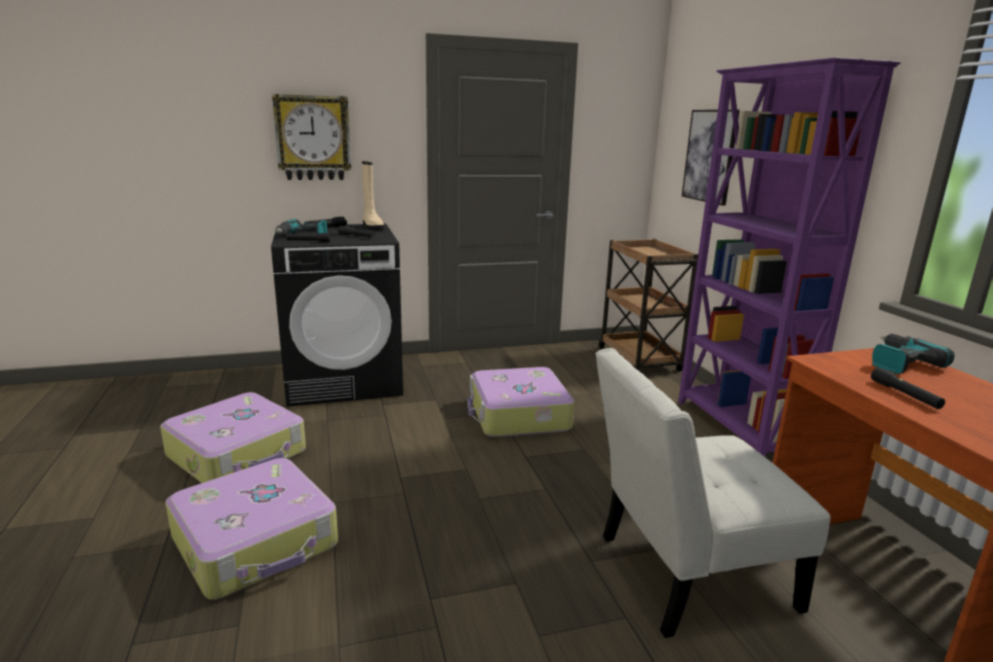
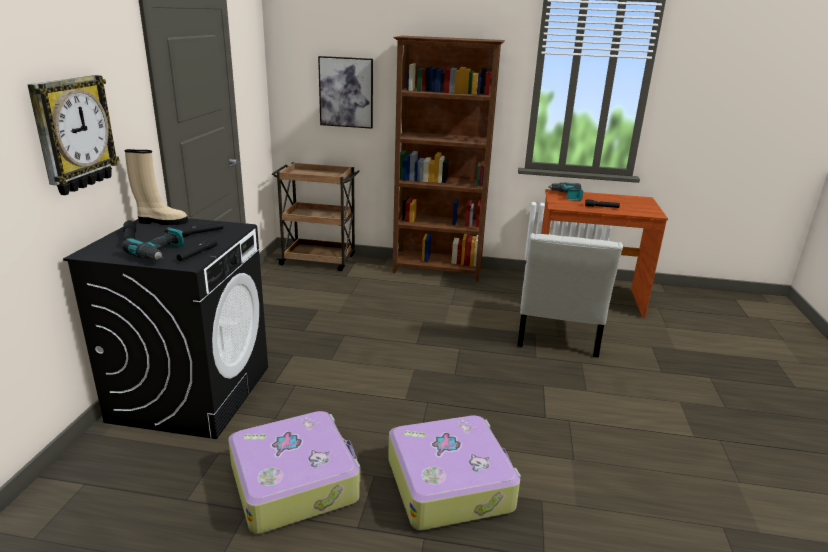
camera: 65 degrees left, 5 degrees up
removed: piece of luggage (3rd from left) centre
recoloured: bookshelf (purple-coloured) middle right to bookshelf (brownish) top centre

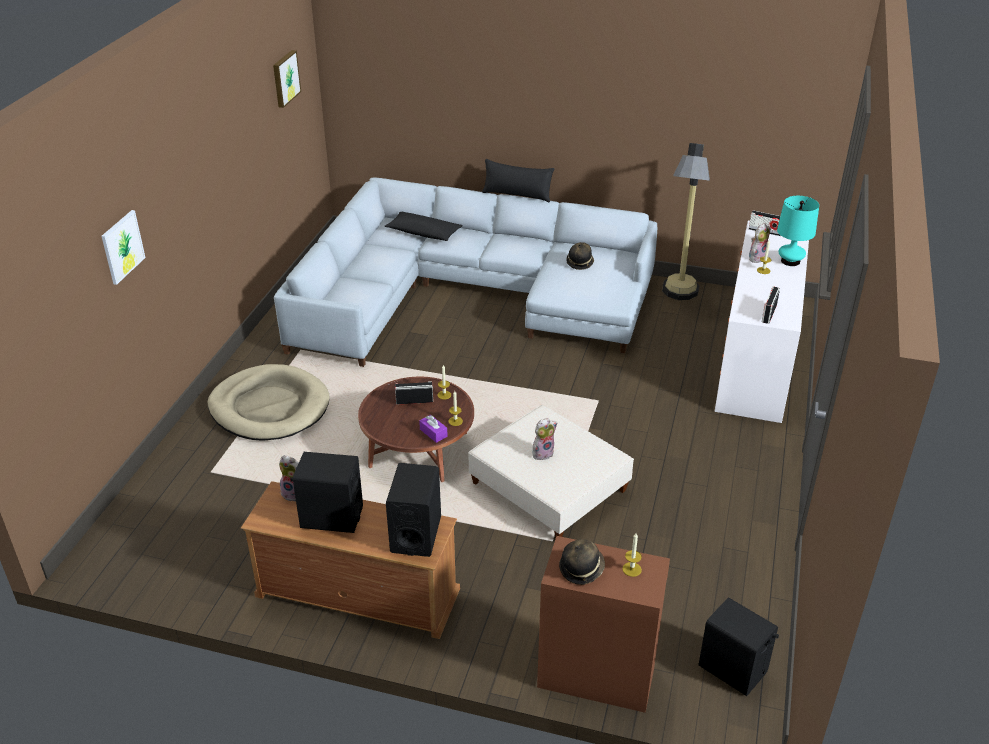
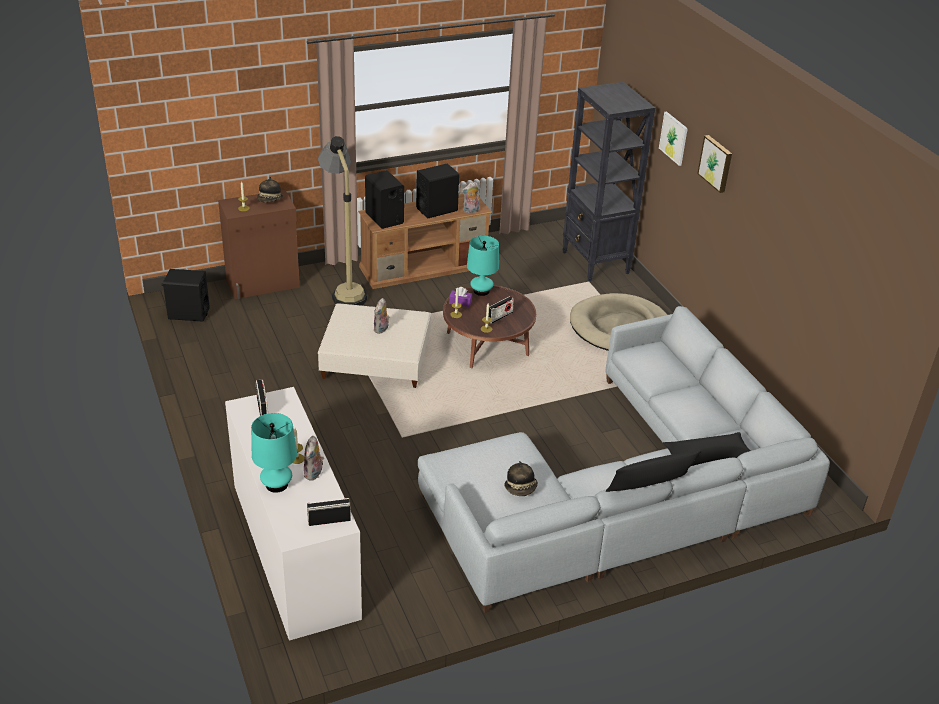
camera: 140 degrees right, 0 degrees up
added: table lamp (blue-green) (2nd from left) centre; bookshelf (black) top centre
moved: wall picture (2nd from left) top left to top right; floor lamp top right to top centre

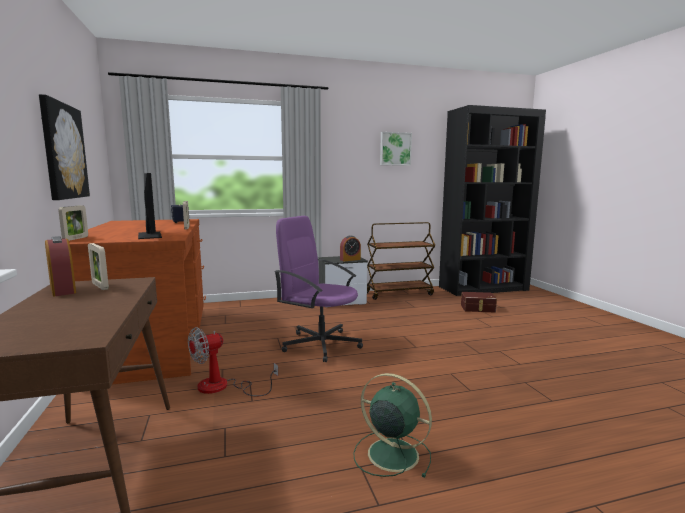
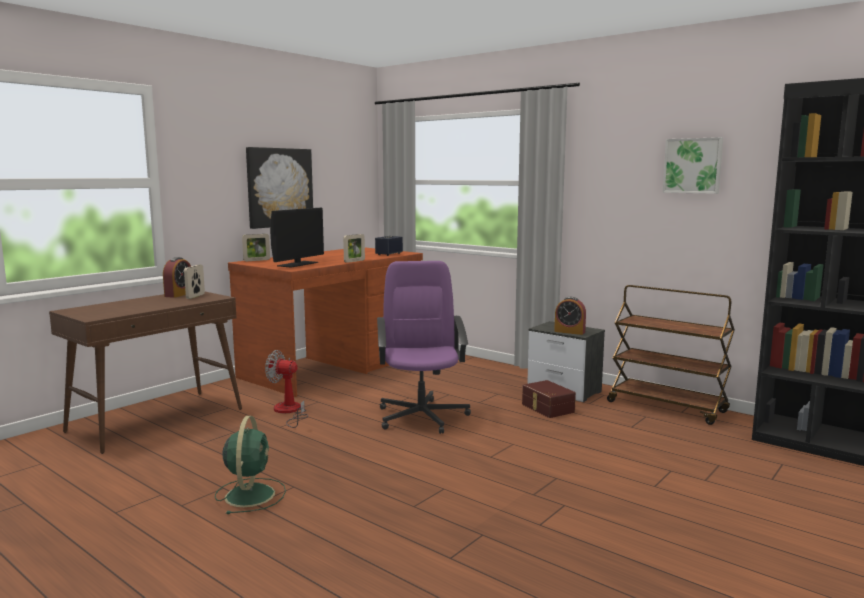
camera: 55 degrees right, 0 degrees up
moved: storage box (brownish) middle right to bottom centre

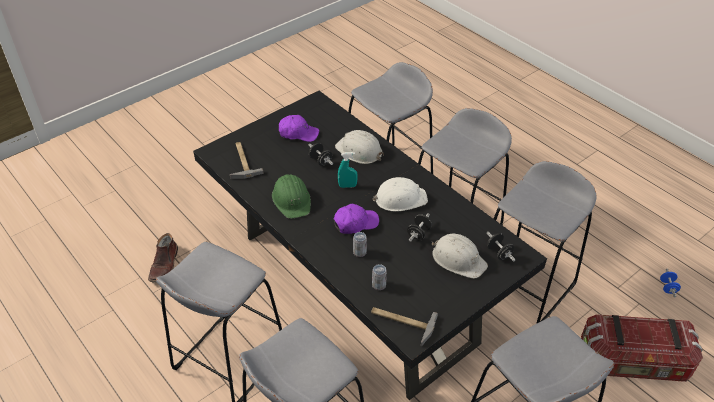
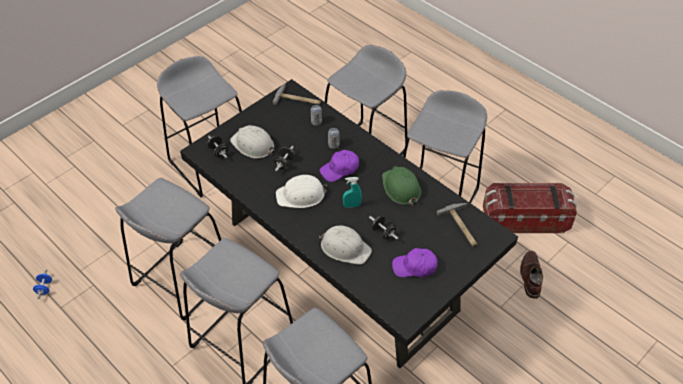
camera: 175 degrees right, 5 degrees up
moved: storage box bottom right to middle right

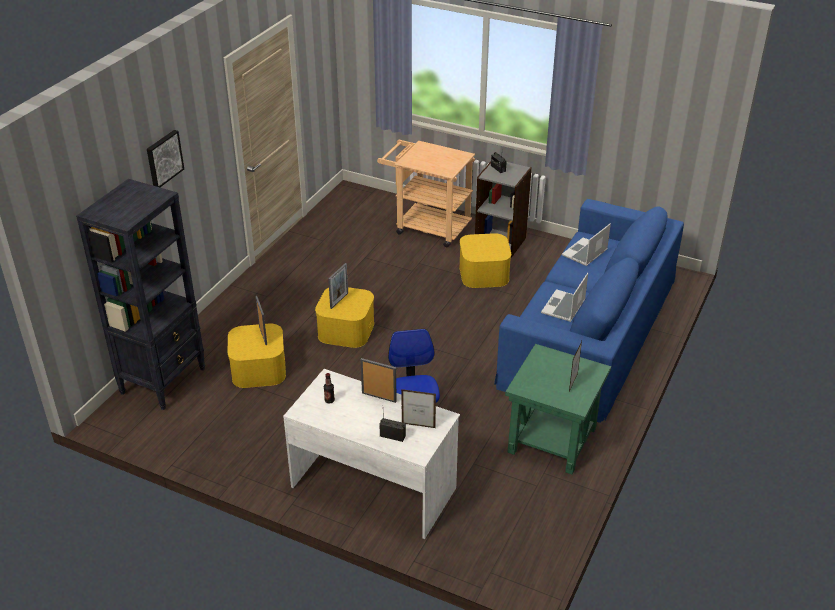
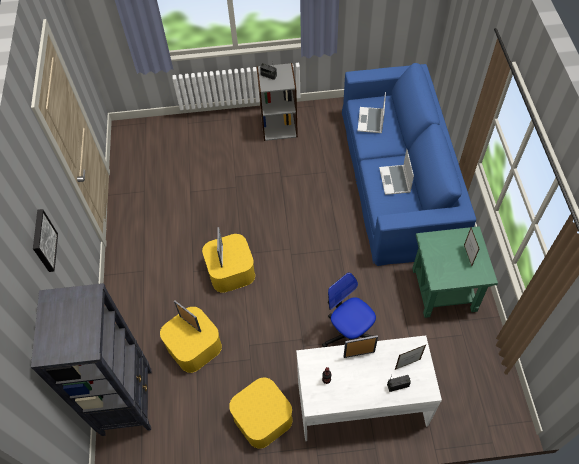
camera: 30 degrees left, 20 degrees up
removed: wheeled cart (sand-coloured) top centre
moved: storage box (yellow-coloured) (3rd from left) centre to bottom centre

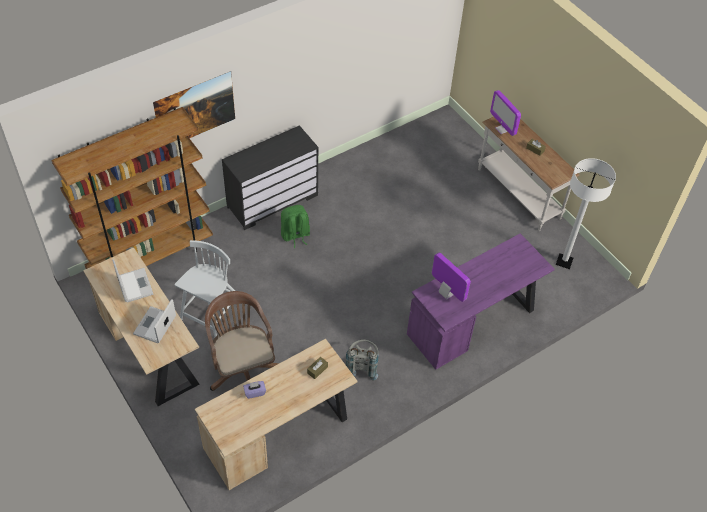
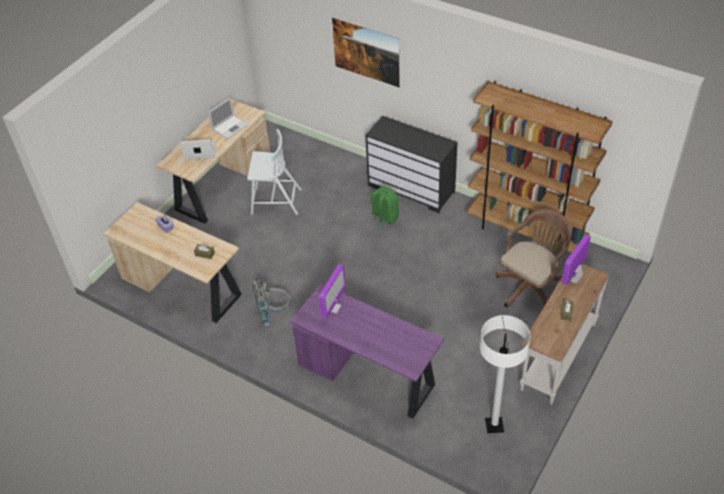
camera: 70 degrees right, 5 degrees down
moved: bookshelf (brownish) middle left to middle right; computer chair (brownish) centre to middle right

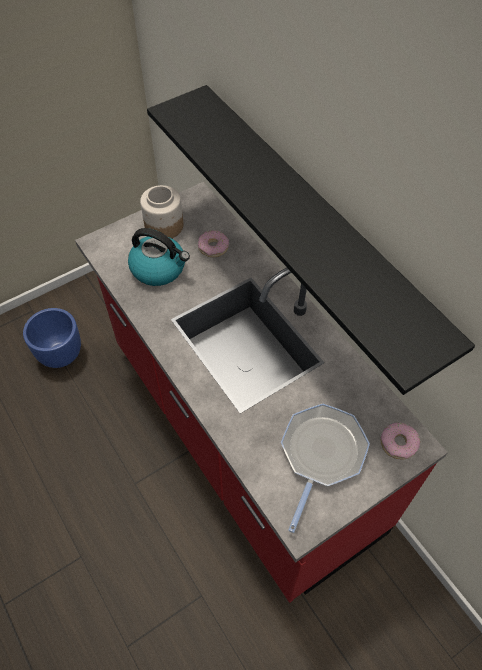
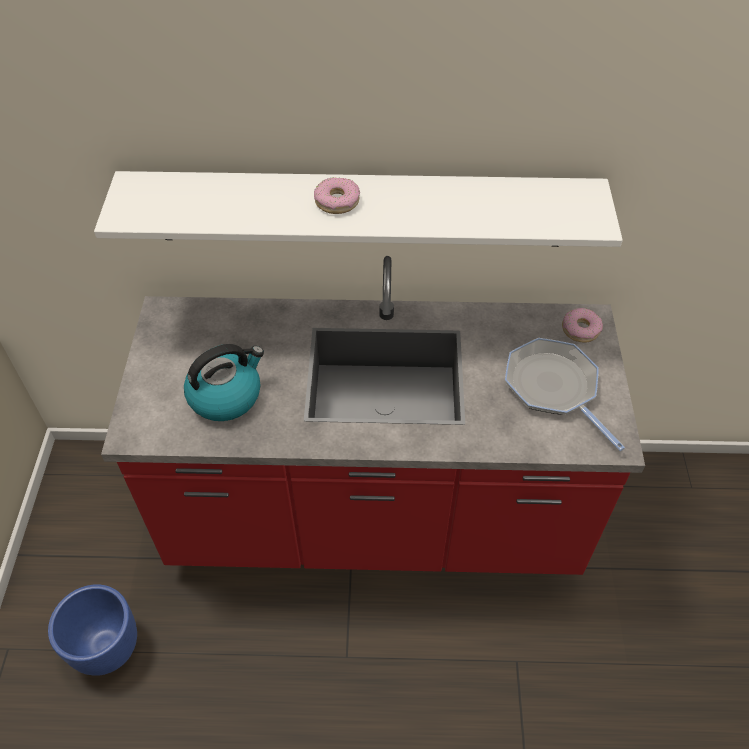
camera: 55 degrees left, 5 degrees down
removed: jar top centre
moved: donut (1st from left) centre to top centre
recoloured: bracket shelf (black) centre to bracket shelf (white-coloured) top centre

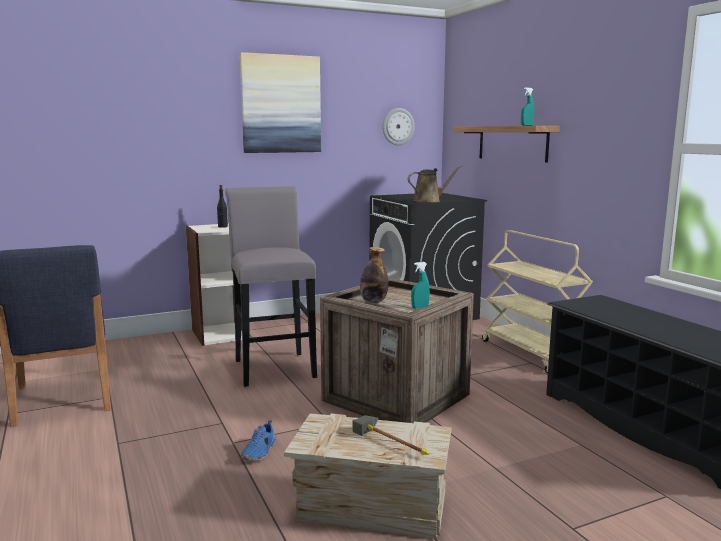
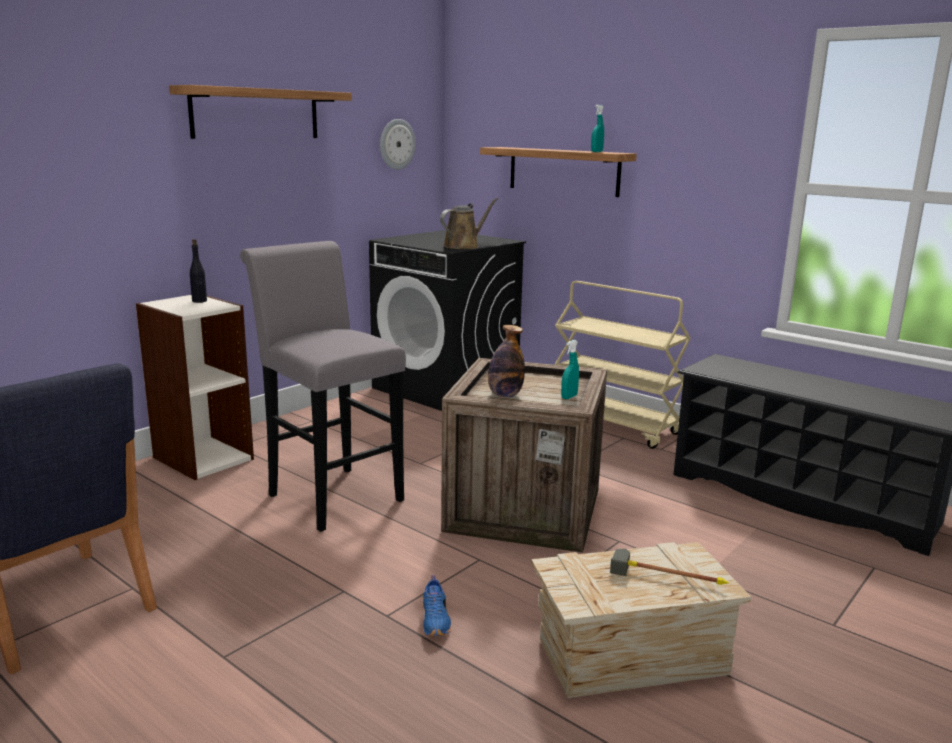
camera: 25 degrees left, 5 degrees up
replaced: wall picture top centre to bracket shelf (1st from left) top left

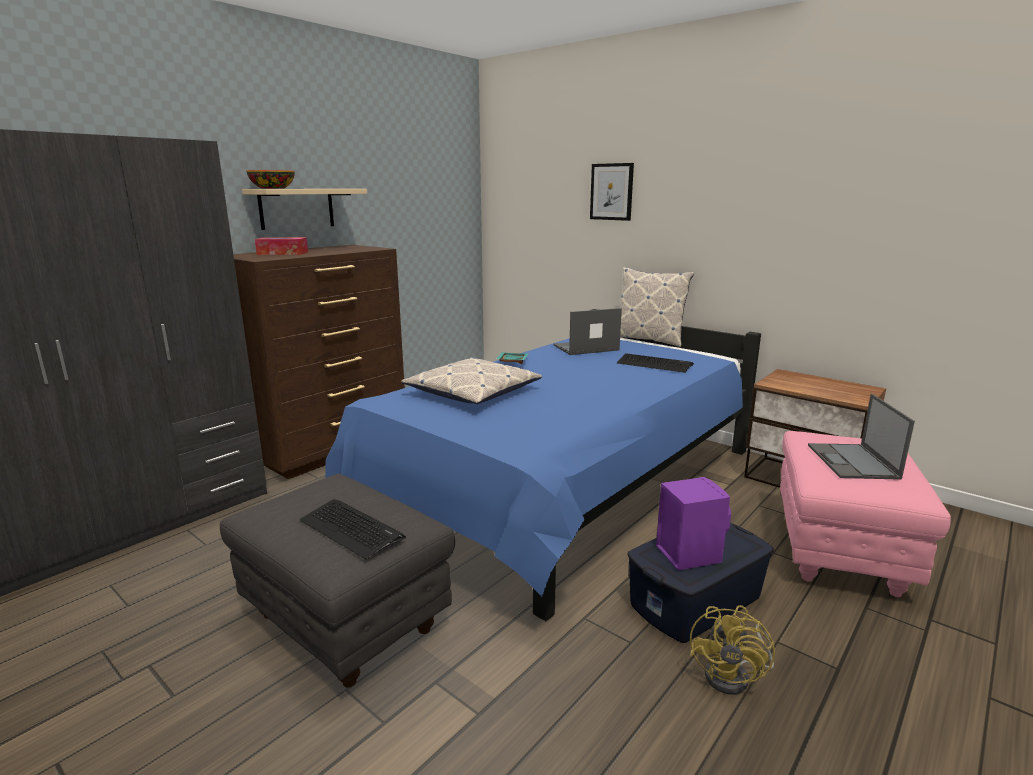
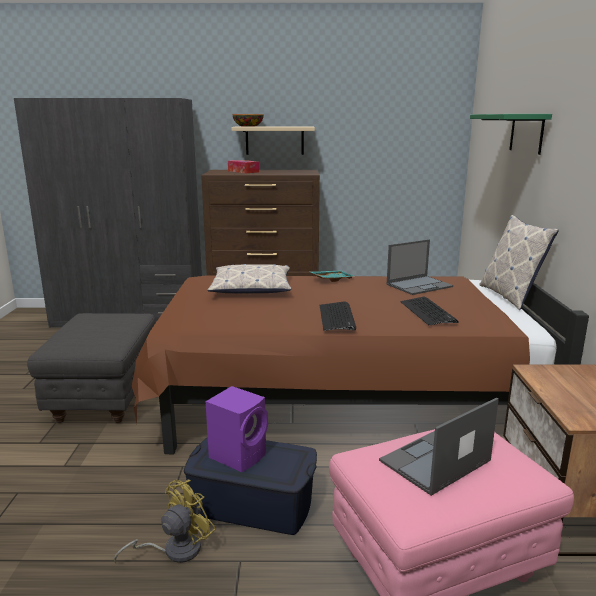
camera: 50 degrees right, 0 degrees up
moved: computer keyboard (1st from left) bottom centre to centre
replaced: wall picture top centre to bracket shelf (green) top right
recoloured: bed (blue-coloured) centre to bed (brownish) centre
turned: notebook computer (1st from left) centre = middle right 120 degrees clockwise; fan (yellow-coloured) bottom right = bottom left 150 degrees clockwise

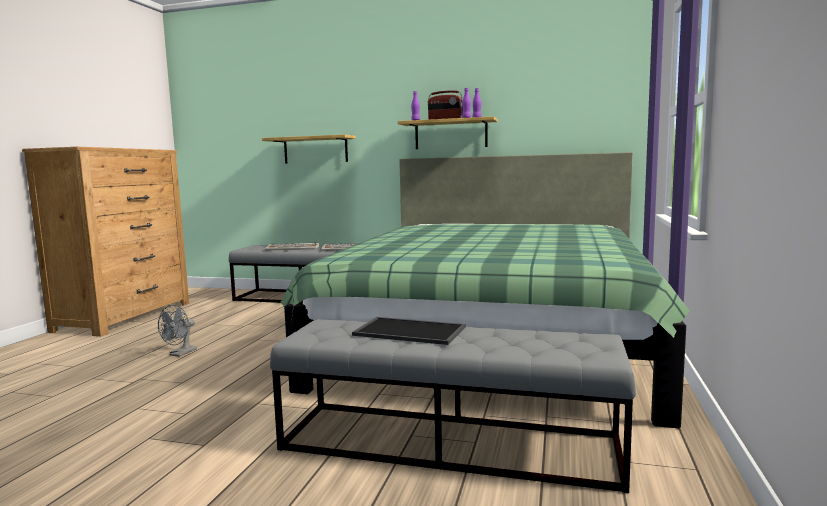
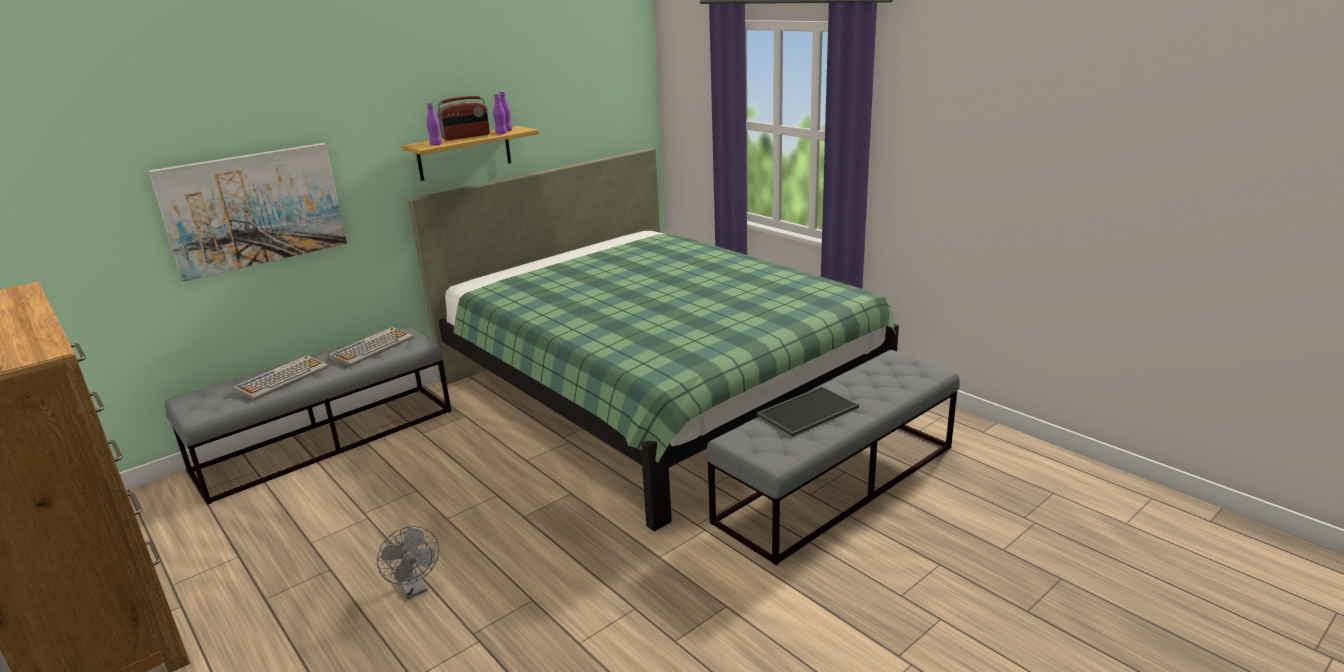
camera: 55 degrees left, 15 degrees up
replaced: bracket shelf (1st from left) top centre to wall picture top left

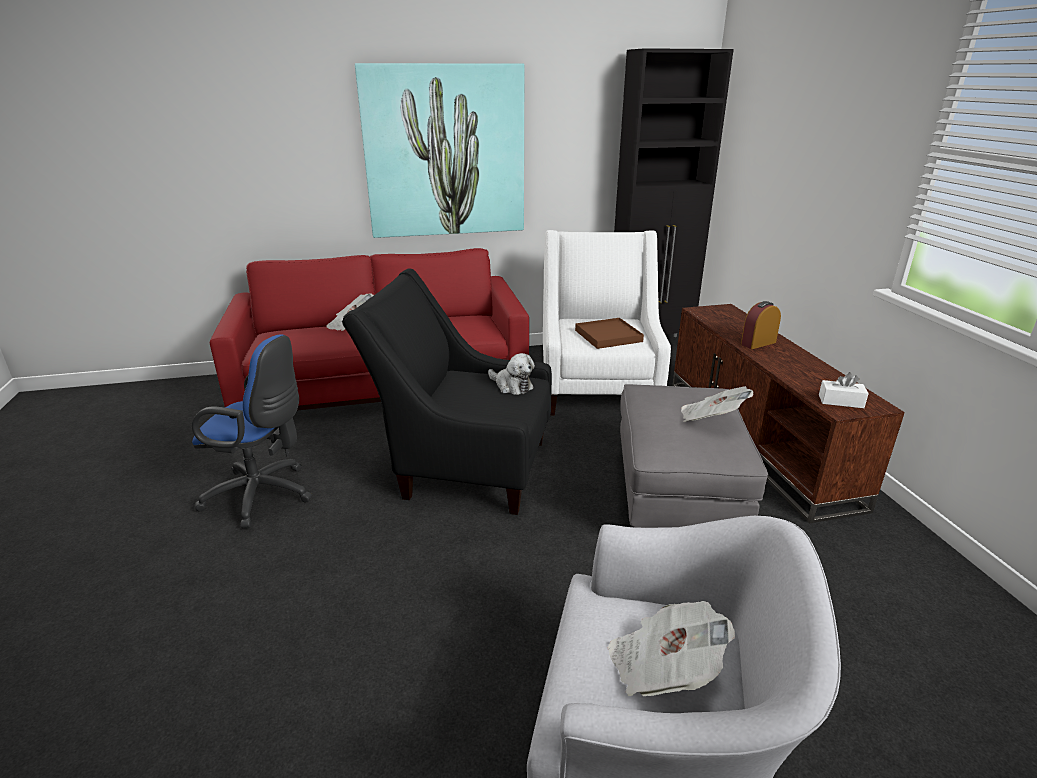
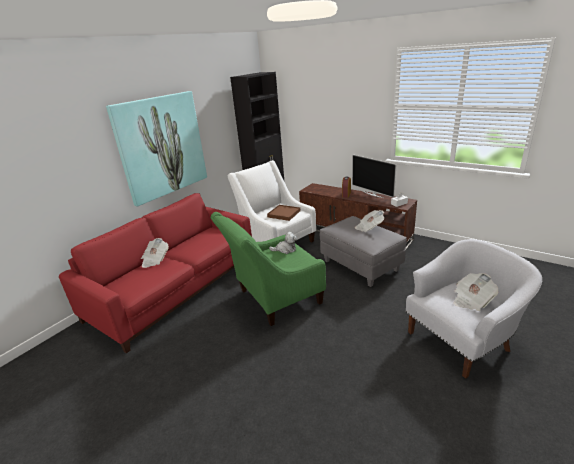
camera: 40 degrees left, 0 degrees up
removed: computer chair (blue-coloured) middle left
added: TV centre
recoloured: lounge chair (black) centre to lounge chair (green) centre

